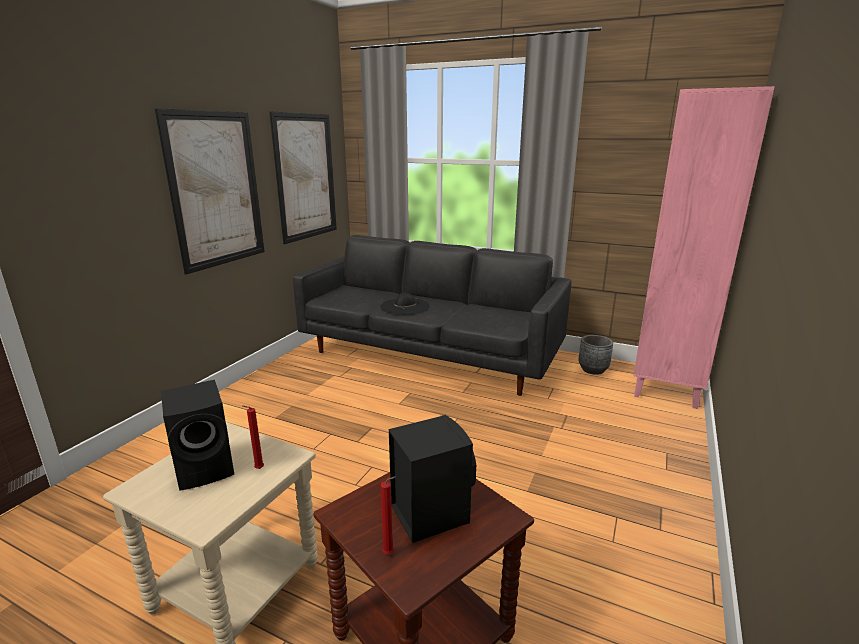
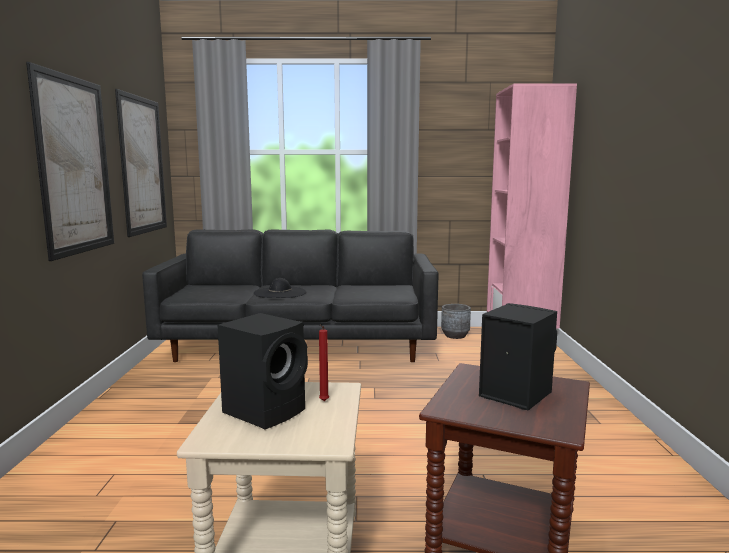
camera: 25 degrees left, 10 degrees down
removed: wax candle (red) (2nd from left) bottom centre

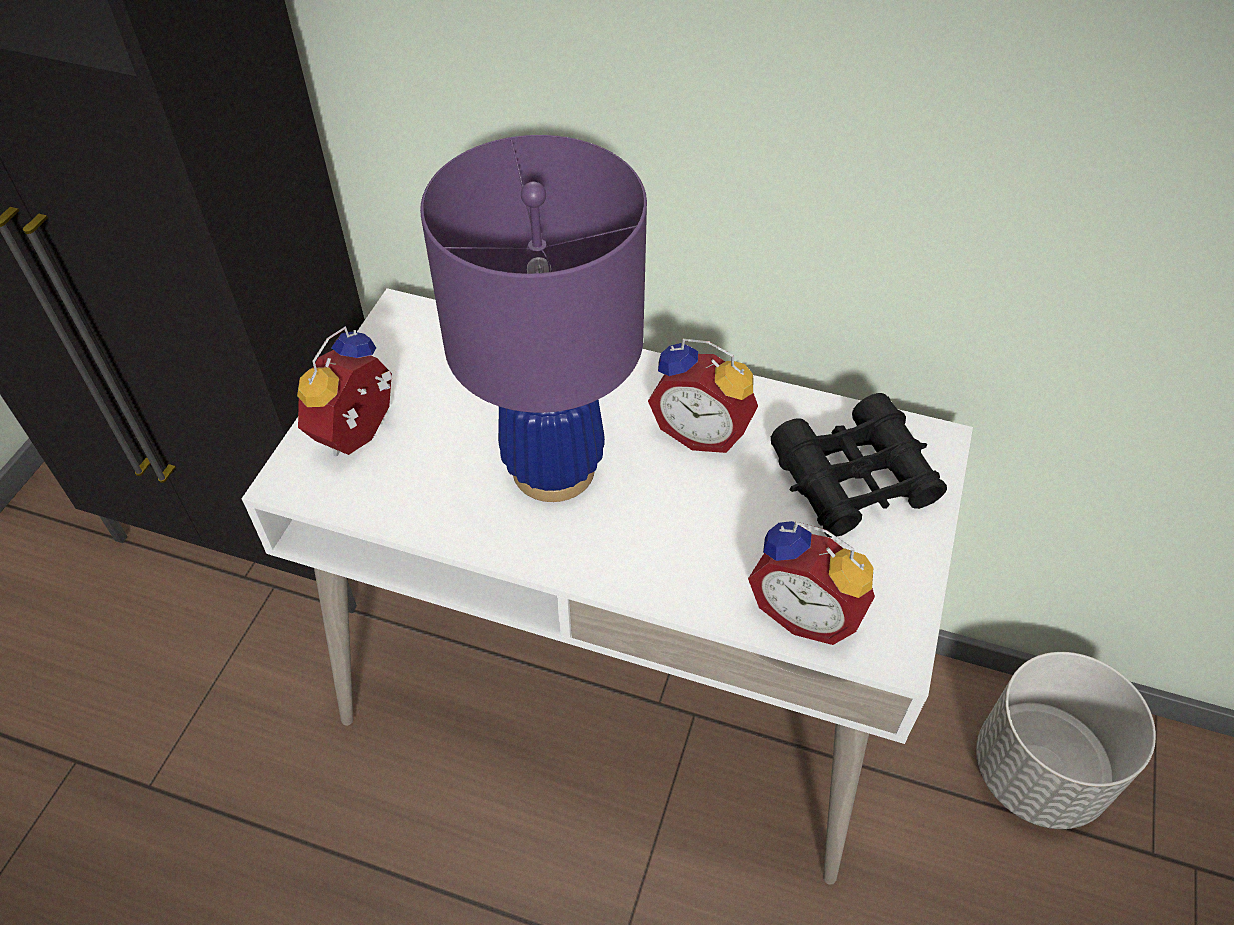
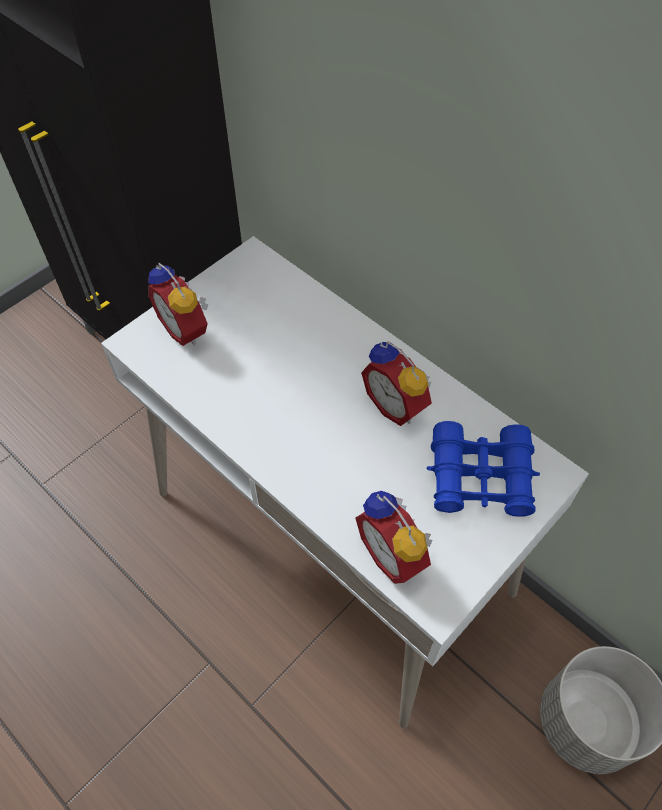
camera: 25 degrees right, 5 degrees up
removed: table lamp (purple-coloured) centre
recoloured: binoculars (black) middle right to binoculars (blue-coloured) middle right
turned: alarm clock (1st from left) middle left = middle left 90 degrees counterclockwise

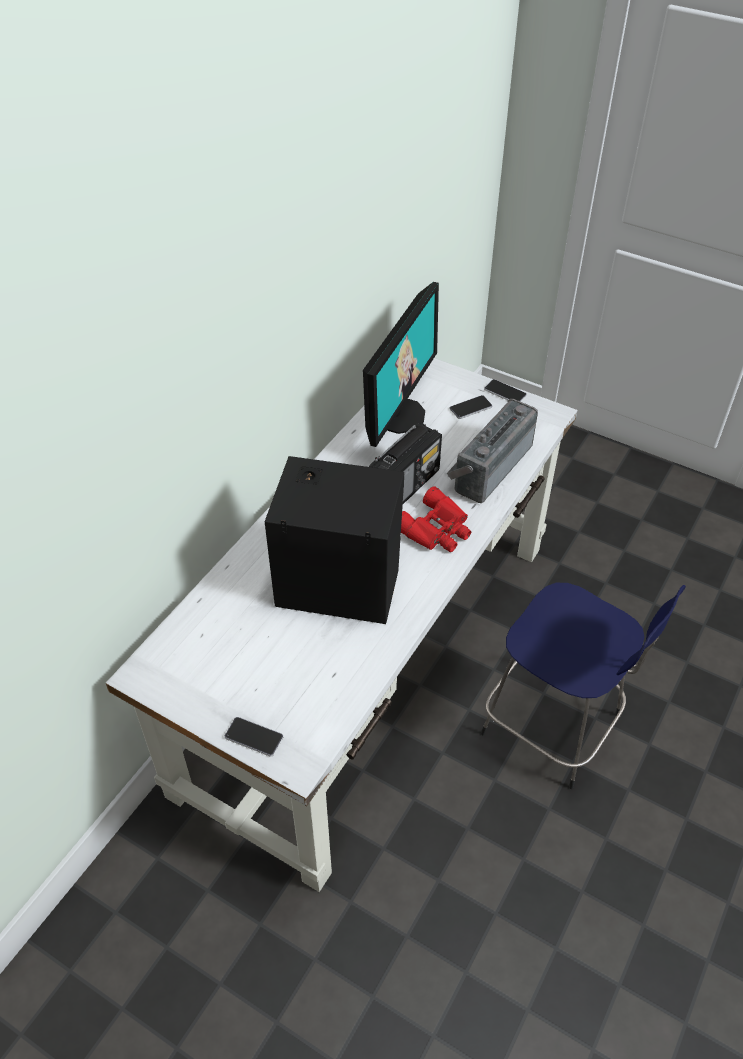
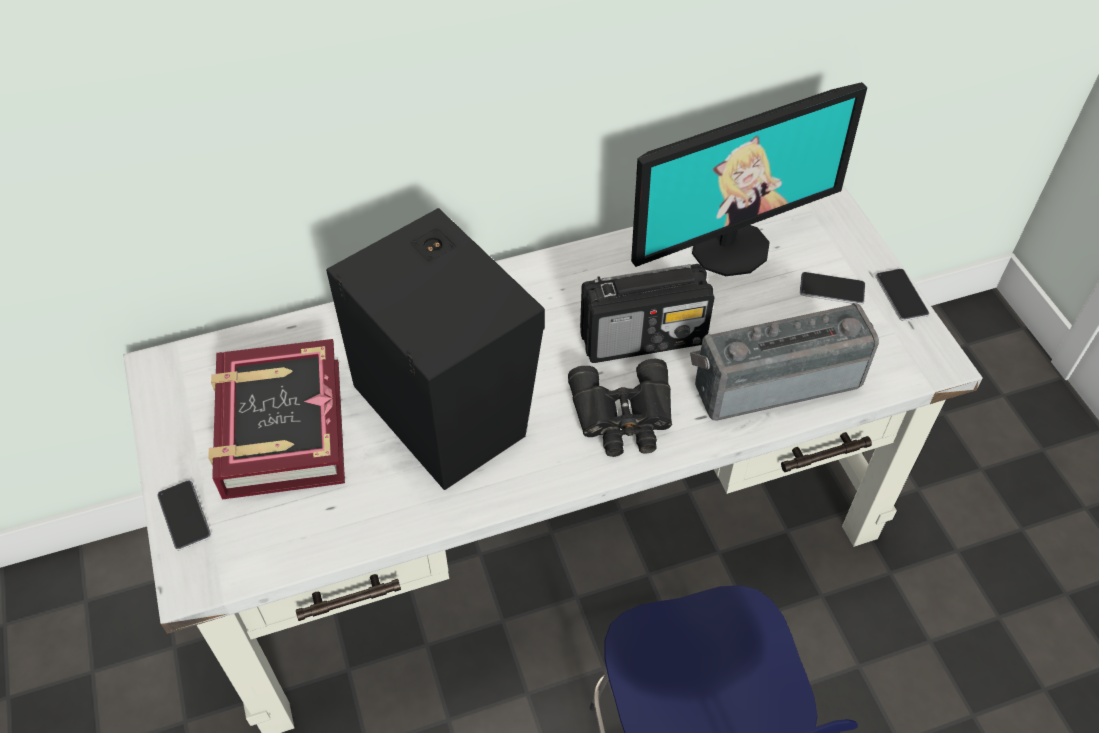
camera: 40 degrees right, 5 degrees up
added: volume middle left
recoloured: binoculars (red) centre to binoculars (black) centre

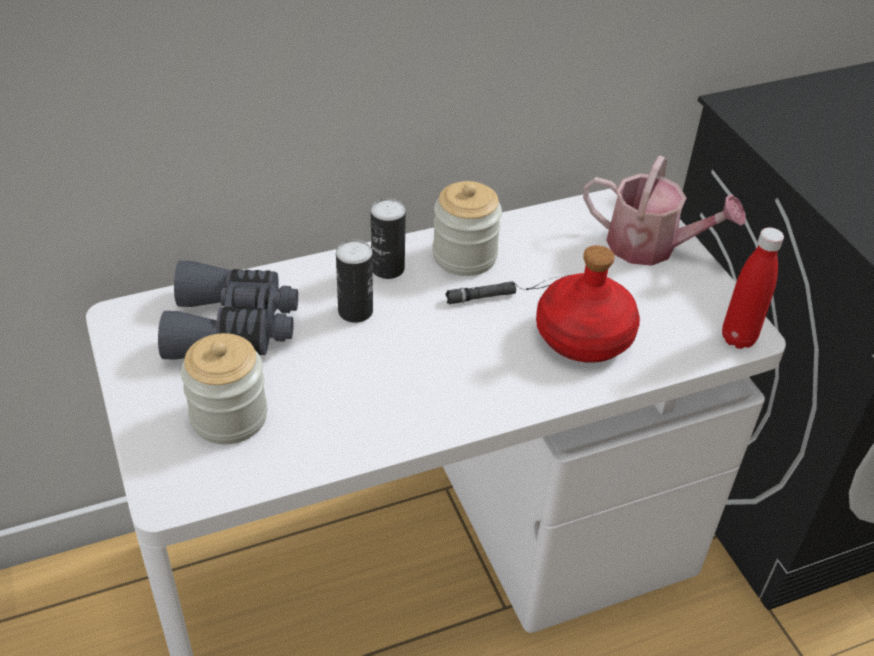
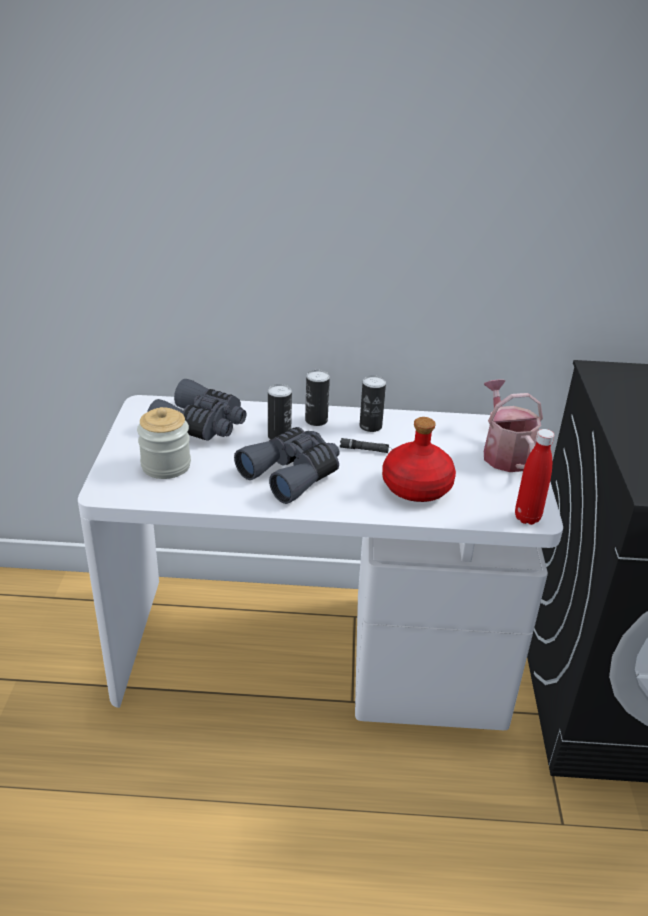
camera: 25 degrees right, 10 degrees down
added: binoculars (greyish) (2nd from left) centre
replaced: jar (2nd from left) centre to sealed can (3rd from left) centre
turned: sprinkling can top right = middle right 150 degrees counterclockwise

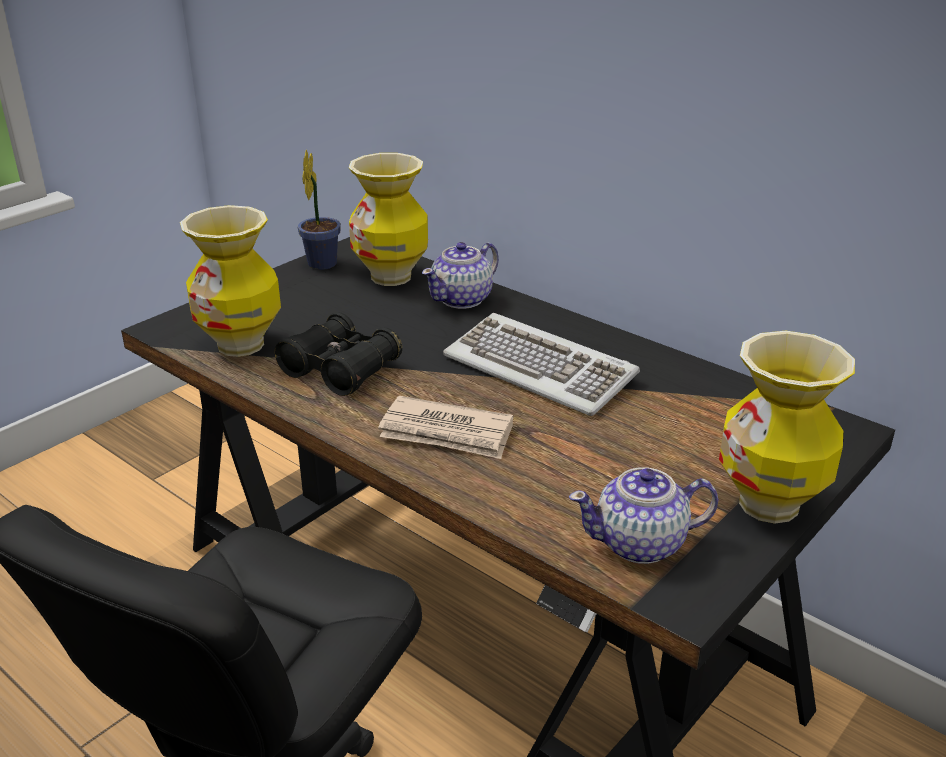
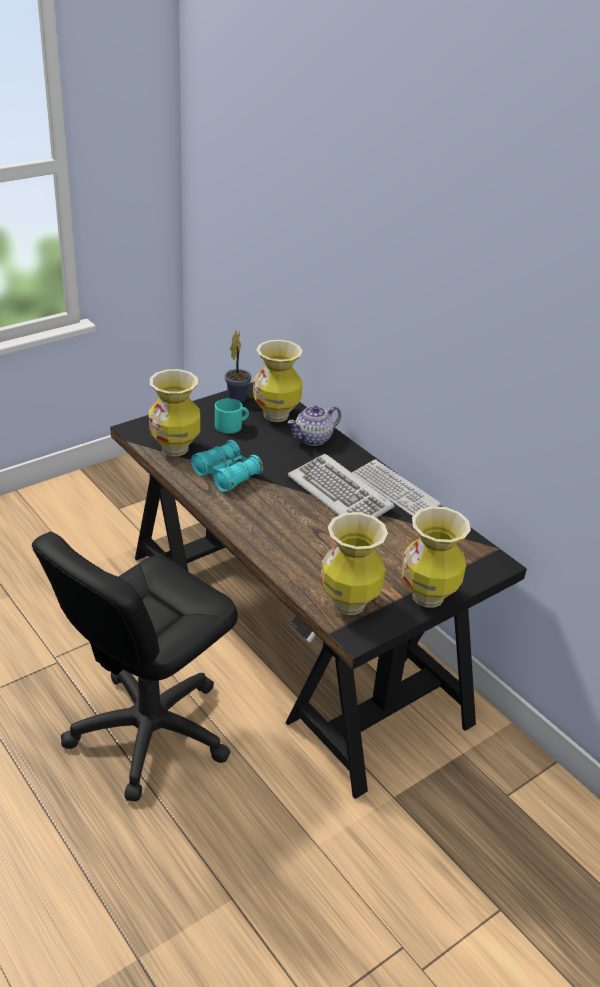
camera: 10 degrees right, 5 degrees up
removed: newspaper centre
added: coffee mug (blue-green) centre; computer keyboard (2nd from left) centre
replaced: teapot (2nd from left) bottom right to flower vase (3rd from left) centre
recoloured: binoculars (black) centre to binoculars (blue-green) centre

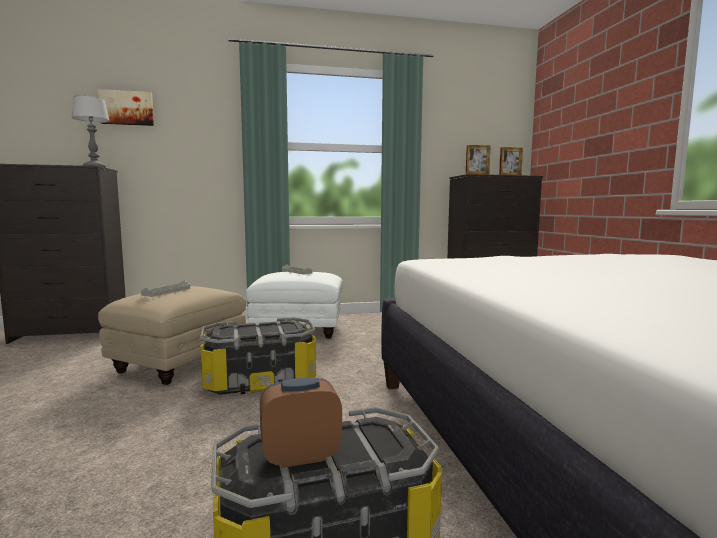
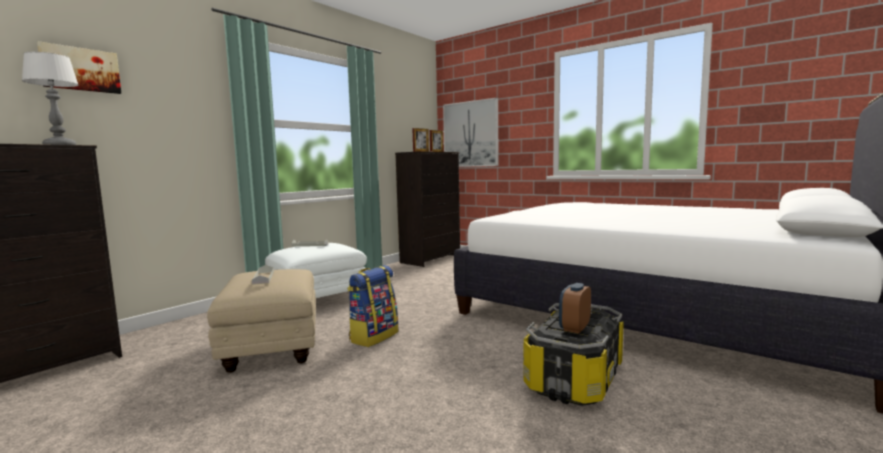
camera: 40 degrees left, 0 degrees up
added: wall picture (2nd from left) top centre
replaced: storage box (1st from left) centre to rucksack bottom centre

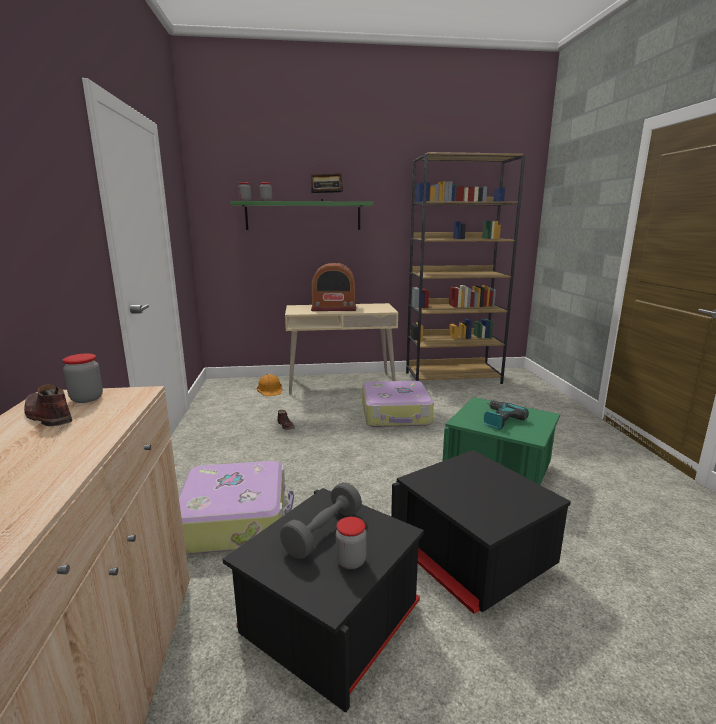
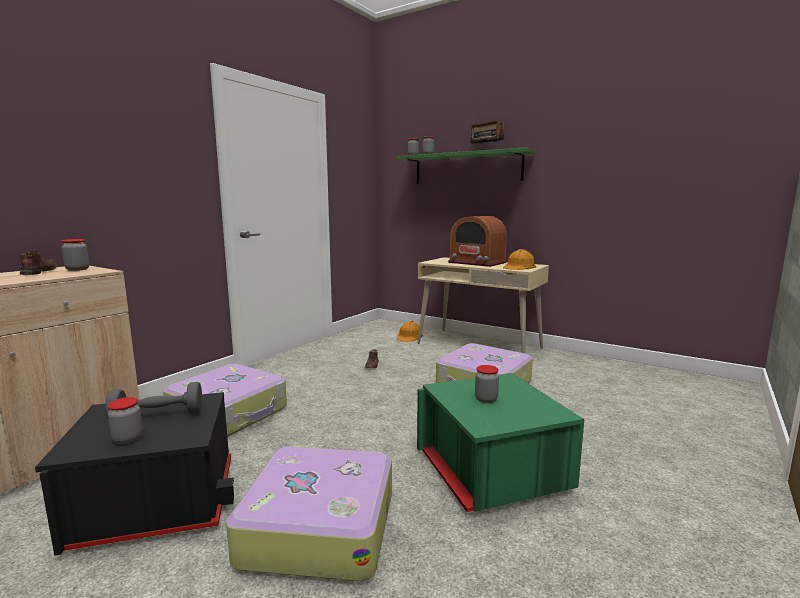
camera: 40 degrees right, 5 degrees down
removed: bookshelf (brownish) centre
added: work helmet (orange-coloured) (2nd from left) centre
replaced: storage box (black) (2nd from left) bottom right to piece of luggage (2nd from left) bottom centre; electric drill middle right to jar (5th from left) centre

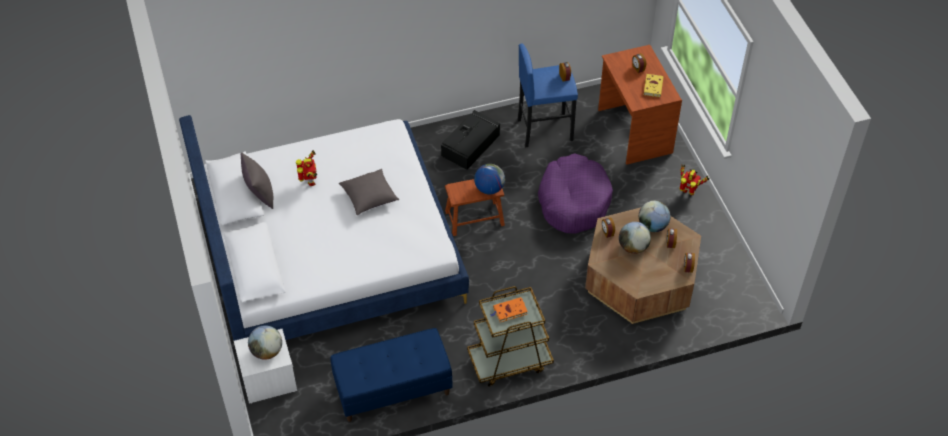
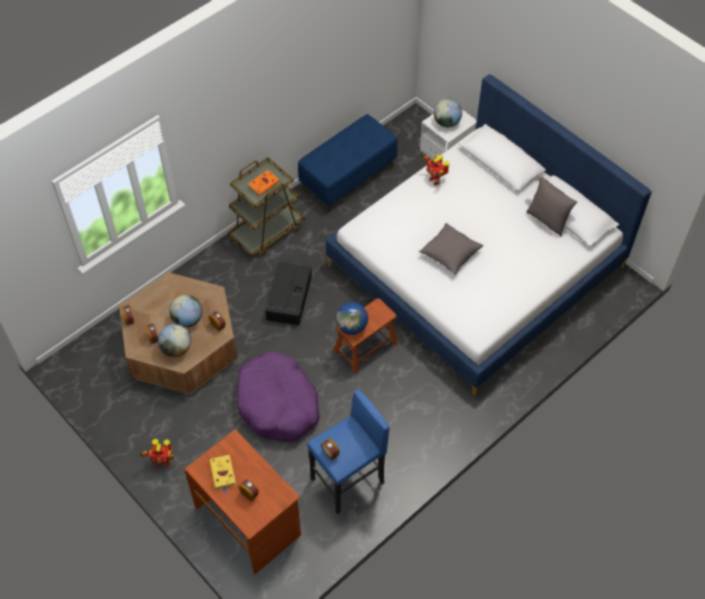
camera: 155 degrees right, 5 degrees up
moved: robot figure (1st from left in the first image) middle left to robot figure (2nd from left) top centre; storage box (black) top centre to centre

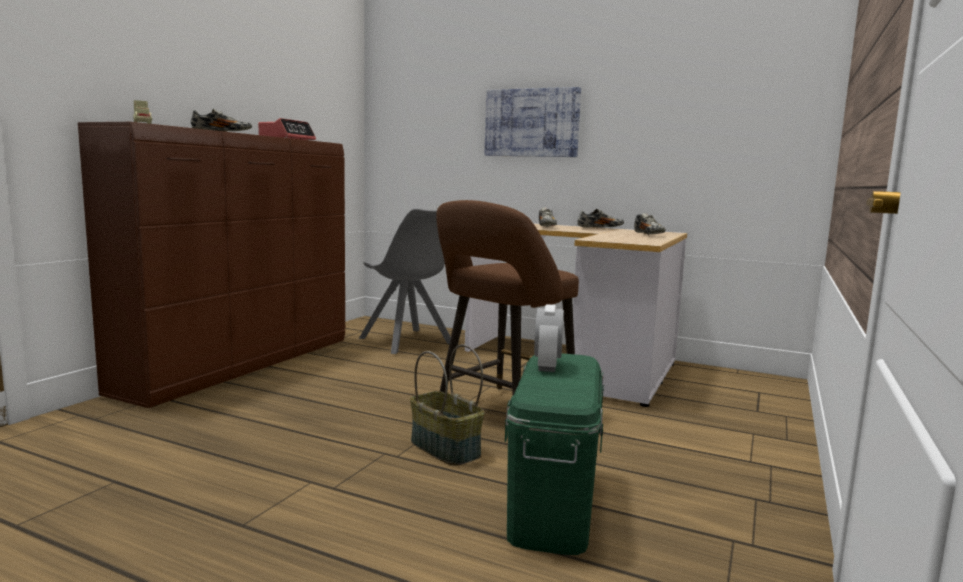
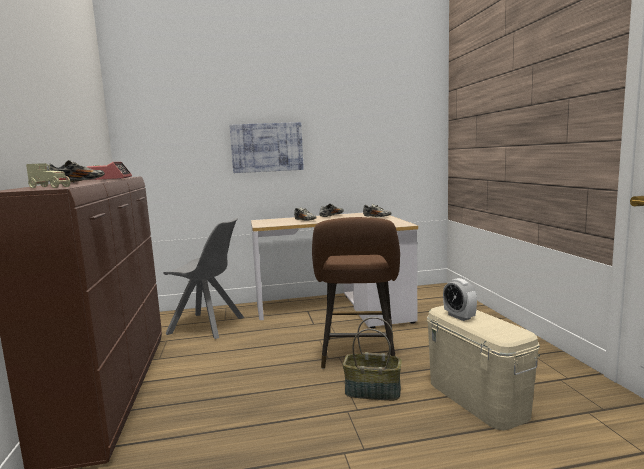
camera: 35 degrees left, 0 degrees up
recoloured: storage box (green) bottom centre to storage box (sand-coloured) bottom right

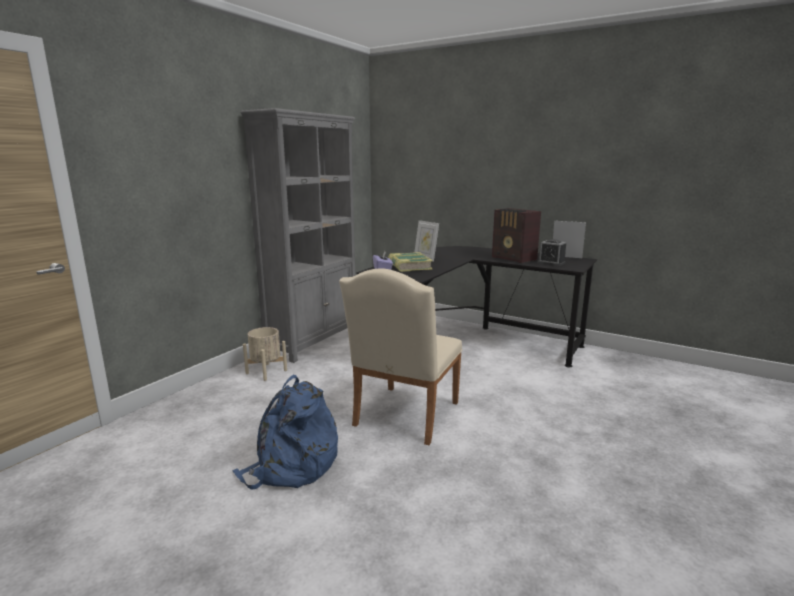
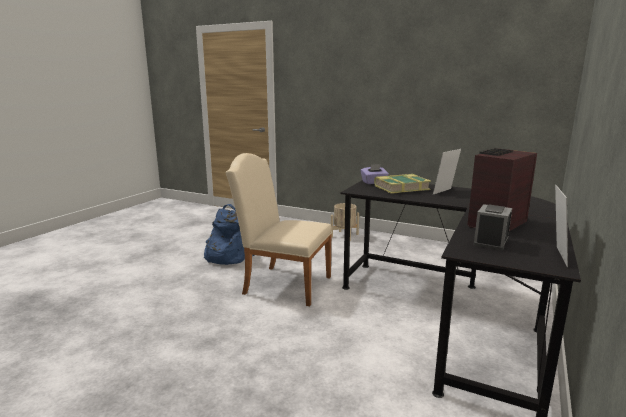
camera: 85 degrees right, 0 degrees up
removed: bookshelf (greyish) centre

